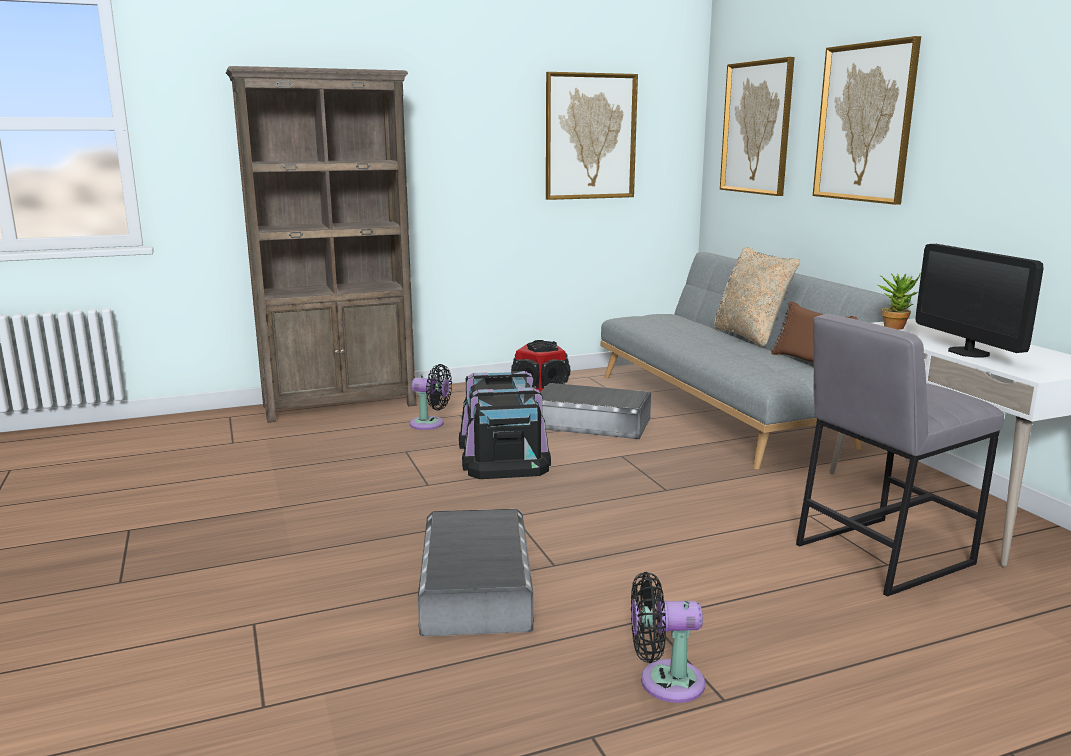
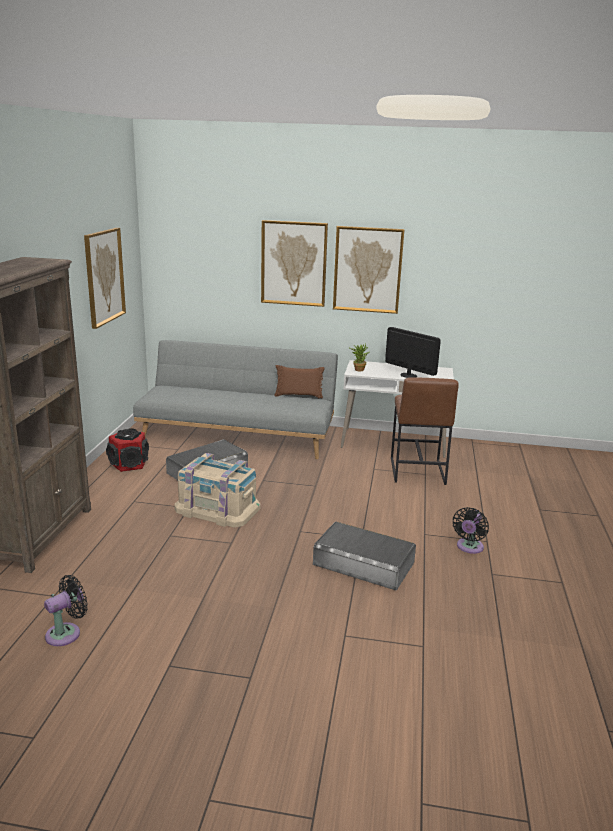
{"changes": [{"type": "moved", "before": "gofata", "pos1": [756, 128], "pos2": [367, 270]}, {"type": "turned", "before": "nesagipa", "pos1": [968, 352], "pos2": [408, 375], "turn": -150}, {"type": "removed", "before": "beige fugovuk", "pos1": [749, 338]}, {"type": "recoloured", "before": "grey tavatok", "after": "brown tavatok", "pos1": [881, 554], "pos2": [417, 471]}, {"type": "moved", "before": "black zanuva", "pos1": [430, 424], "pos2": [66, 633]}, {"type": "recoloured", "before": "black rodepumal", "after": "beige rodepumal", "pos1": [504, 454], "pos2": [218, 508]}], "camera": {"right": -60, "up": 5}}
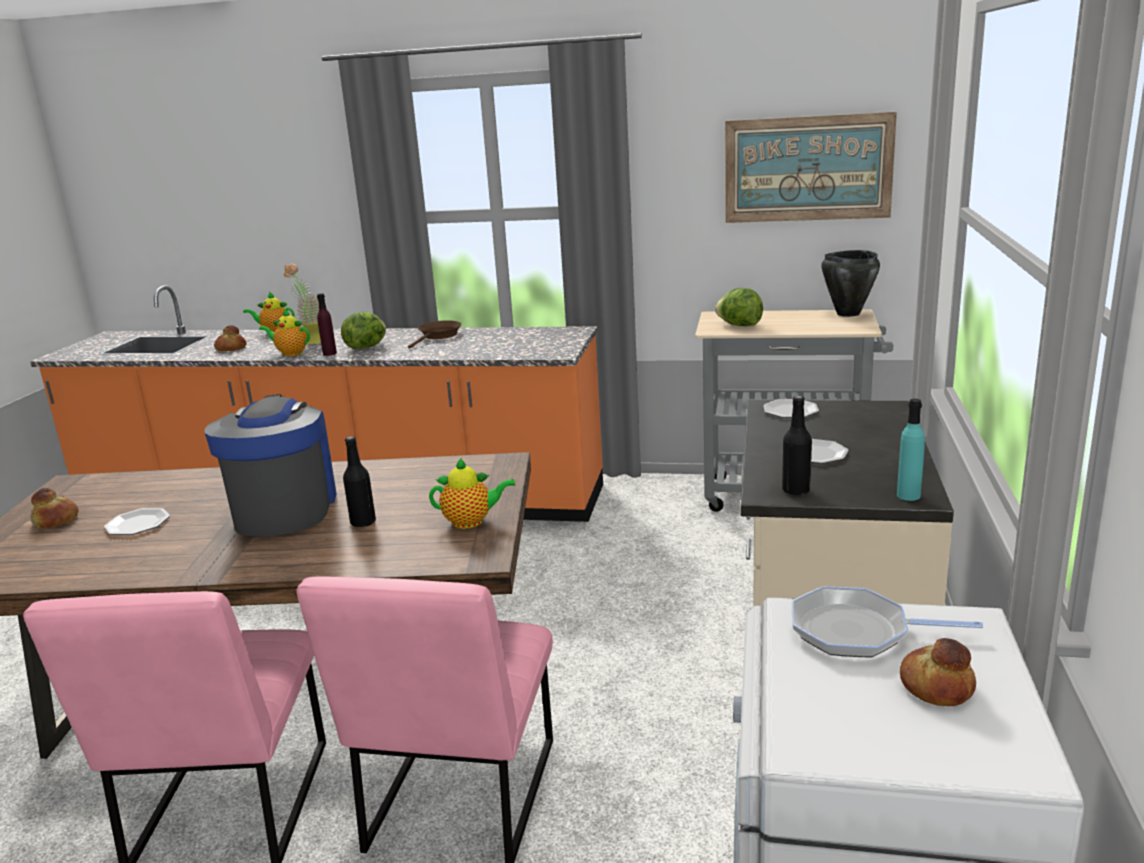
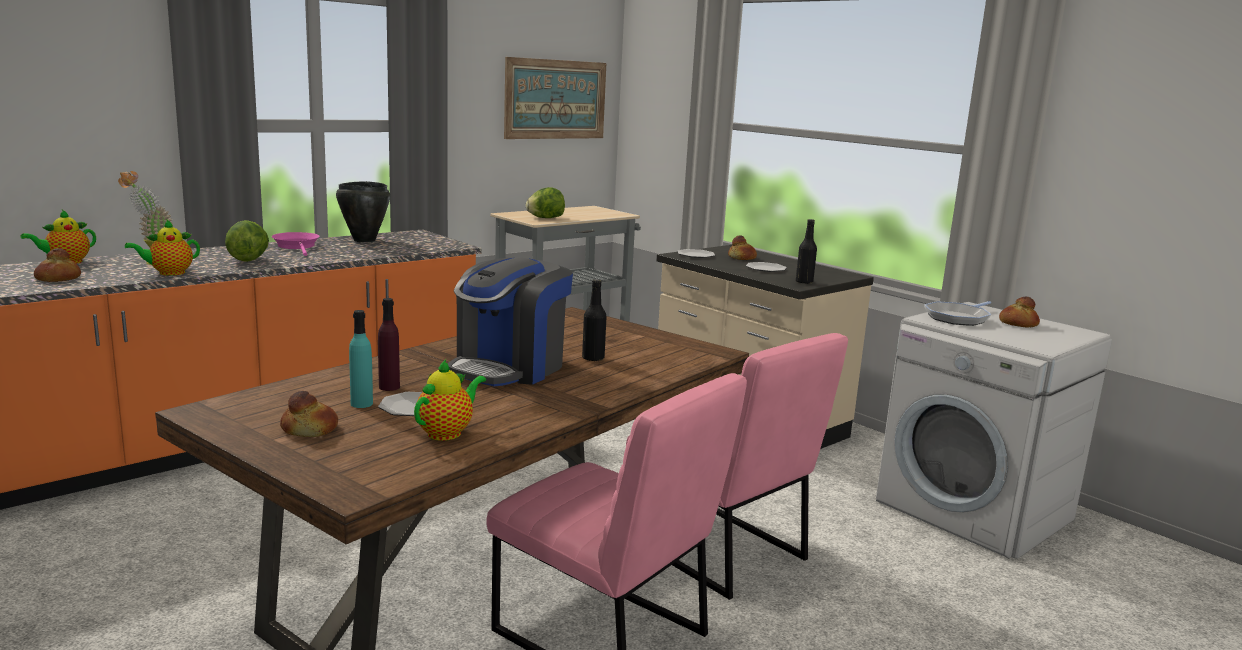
{"changes": [{"type": "moved", "before": "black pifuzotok", "pos1": [847, 314], "pos2": [364, 240]}, {"type": "moved", "before": "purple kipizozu", "pos1": [329, 353], "pos2": [389, 387]}, {"type": "recoloured", "before": "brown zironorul", "after": "pink zironorul", "pos1": [438, 336], "pos2": [297, 246]}, {"type": "turned", "before": "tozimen", "pos1": [284, 509], "pos2": [509, 368], "turn": -90}, {"type": "moved", "before": "turquoise kipizozu", "pos1": [908, 495], "pos2": [361, 404]}, {"type": "moved", "before": "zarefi", "pos1": [471, 522], "pos2": [447, 432]}, {"type": "added", "after": "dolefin", "pos2": [742, 258]}], "camera": {"right": -55, "up": -5}}
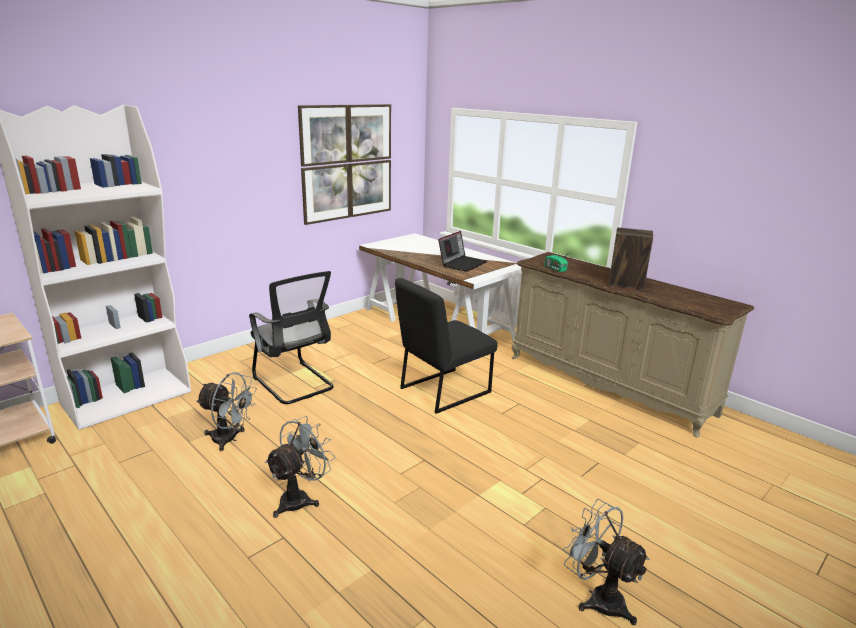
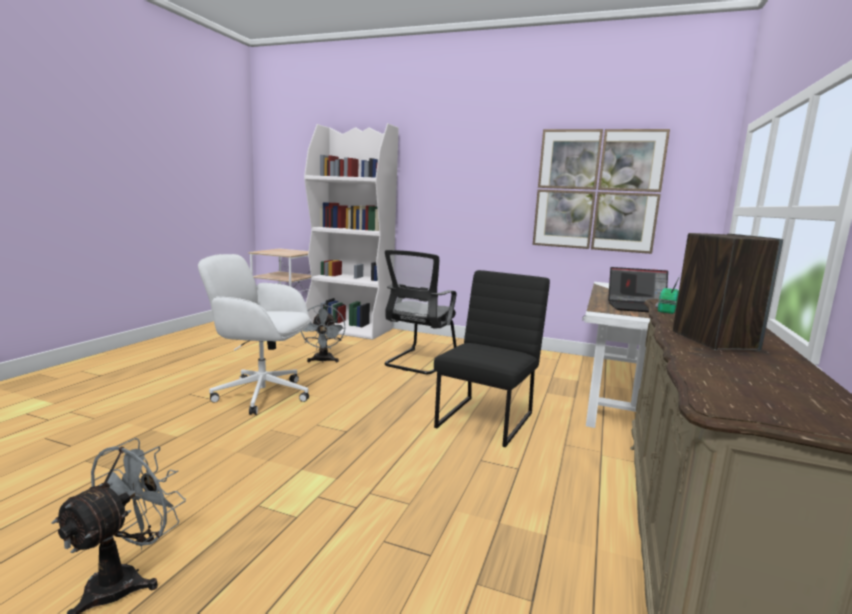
{"changes": [{"type": "turned", "before": "black tavatok", "pos1": [442, 390], "pos2": [487, 419], "turn": 90}, {"type": "replaced", "before": "grey zanuva", "after": "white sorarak", "pos1": [300, 498], "pos2": [261, 395]}], "camera": {"right": 65, "up": -10}}
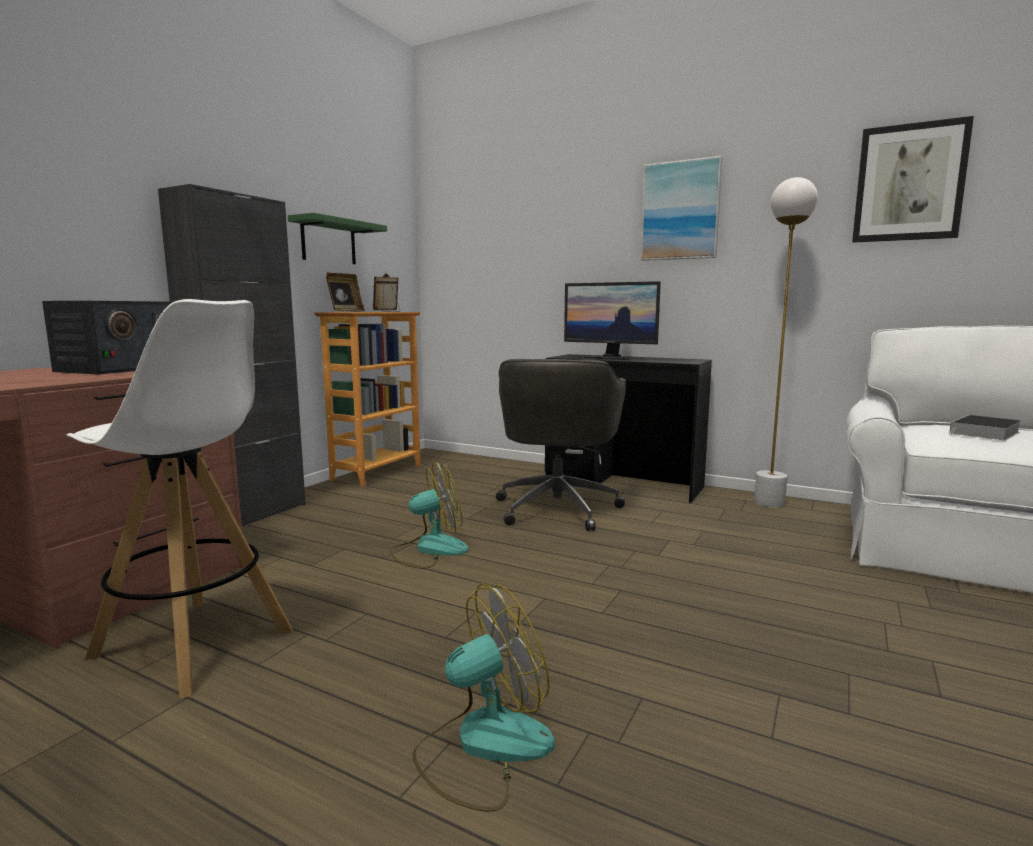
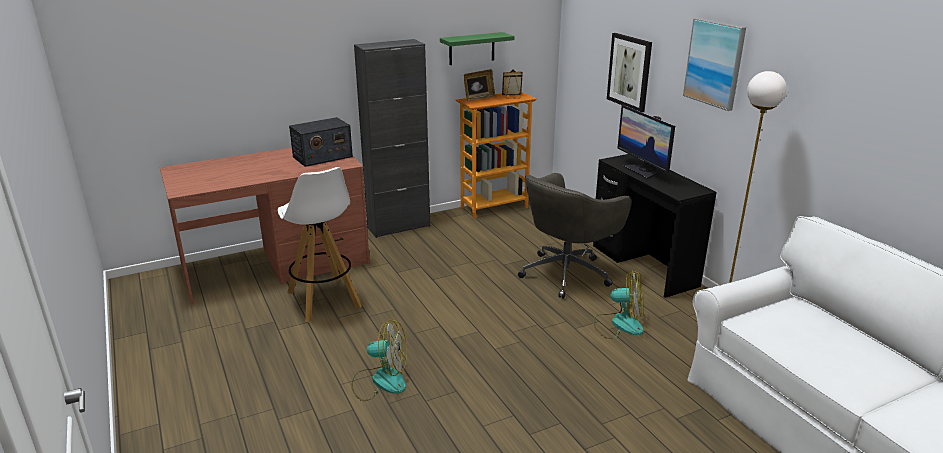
{"changes": [{"type": "moved", "before": "gofata", "pos1": [909, 183], "pos2": [629, 72]}, {"type": "removed", "before": "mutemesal", "pos1": [984, 433]}, {"type": "moved", "before": "zanuva", "pos1": [429, 549], "pos2": [619, 324]}], "camera": {"right": 35, "up": 15}}
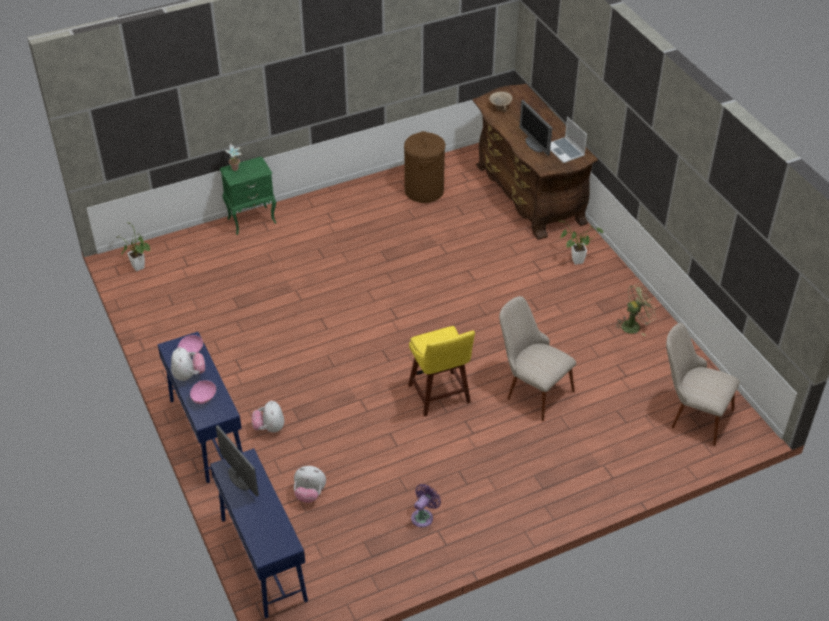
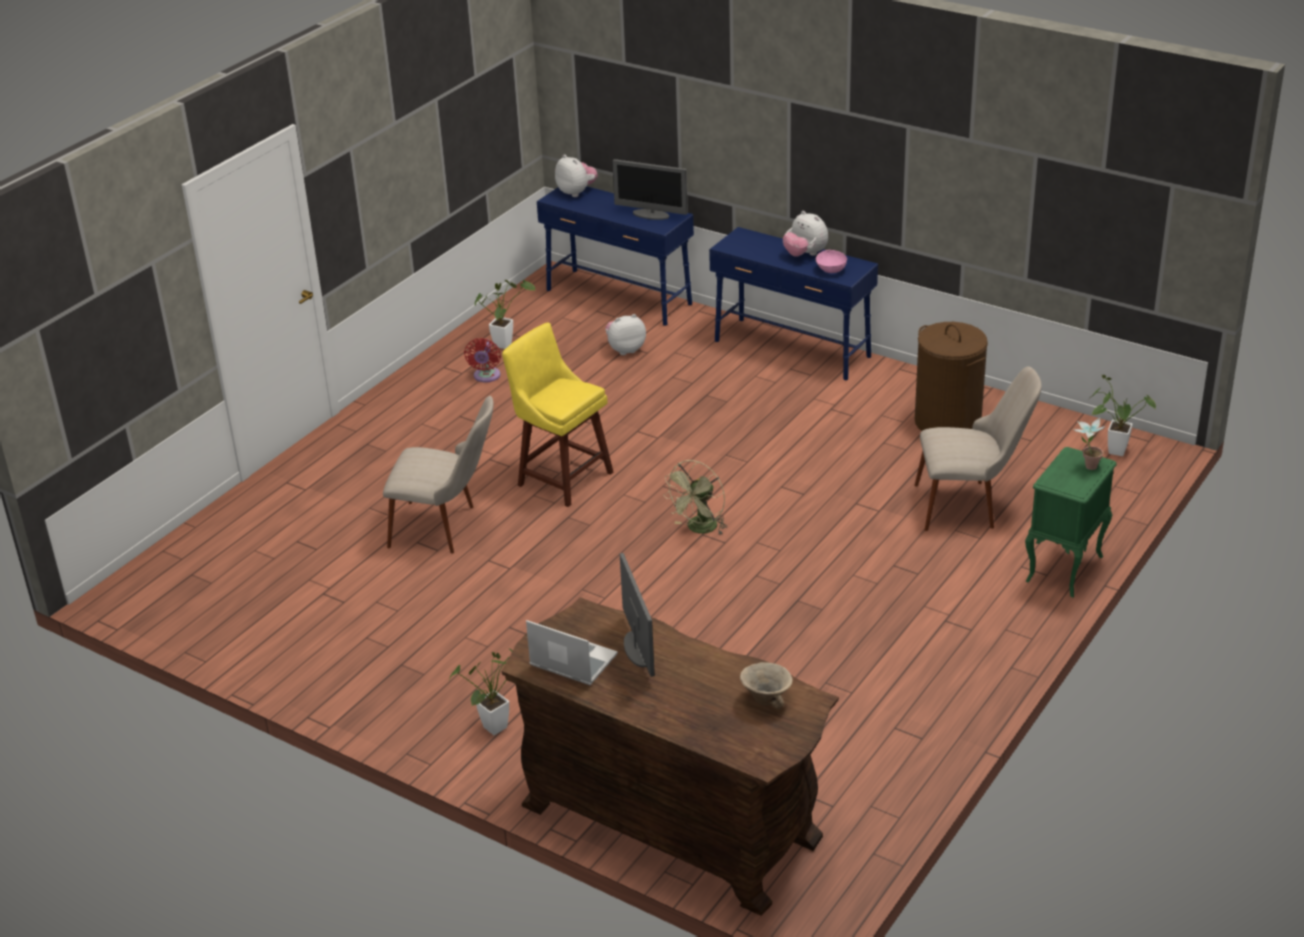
{"changes": [{"type": "turned", "before": "nesagipa", "pos1": [534, 145], "pos2": [637, 649], "turn": 45}, {"type": "moved", "before": "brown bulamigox", "pos1": [424, 191], "pos2": [947, 422]}, {"type": "moved", "before": "green zanuva", "pos1": [634, 325], "pos2": [699, 529]}, {"type": "moved", "before": "beige tavatok", "pos1": [691, 414], "pos2": [971, 505]}, {"type": "removed", "before": "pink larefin", "pos1": [204, 398]}, {"type": "moved", "before": "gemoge", "pos1": [269, 428], "pos2": [576, 192]}, {"type": "recoloured", "before": "purple zanuva", "after": "red zanuva", "pos1": [423, 516], "pos2": [486, 377]}, {"type": "added", "after": "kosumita", "pos2": [505, 343]}], "camera": {"right": 150, "up": -10}}
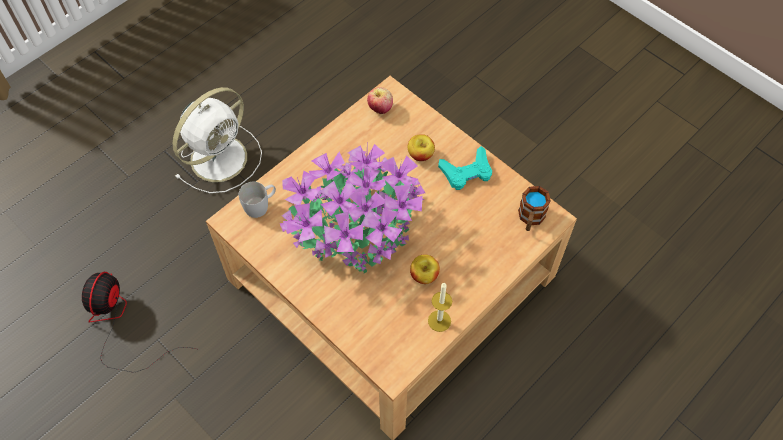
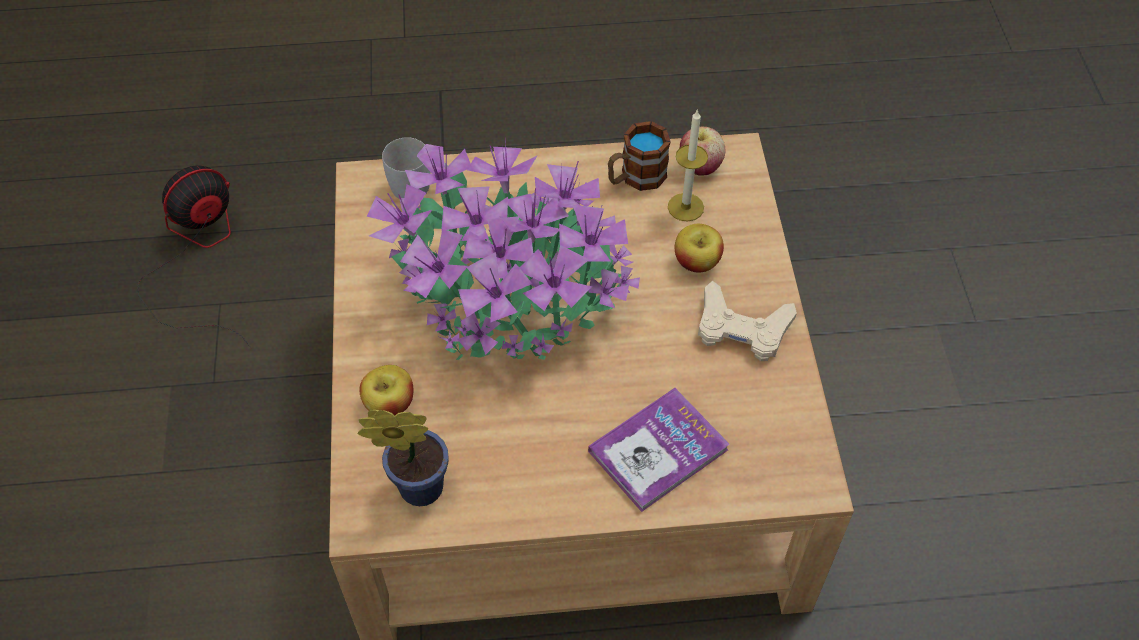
{"changes": [{"type": "removed", "before": "white zanuva", "pos1": [221, 157]}, {"type": "recoloured", "before": "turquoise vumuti", "after": "beige vumuti", "pos1": [466, 172], "pos2": [742, 329]}, {"type": "moved", "before": "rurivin", "pos1": [530, 219], "pos2": [635, 178]}, {"type": "moved", "before": "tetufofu", "pos1": [424, 275], "pos2": [390, 404]}, {"type": "moved", "before": "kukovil", "pos1": [439, 321], "pos2": [685, 207]}, {"type": "added", "after": "mutemesal", "pos2": [658, 450]}, {"type": "added", "after": "kosumita", "pos2": [415, 487]}], "camera": {"right": 40, "up": -5}}
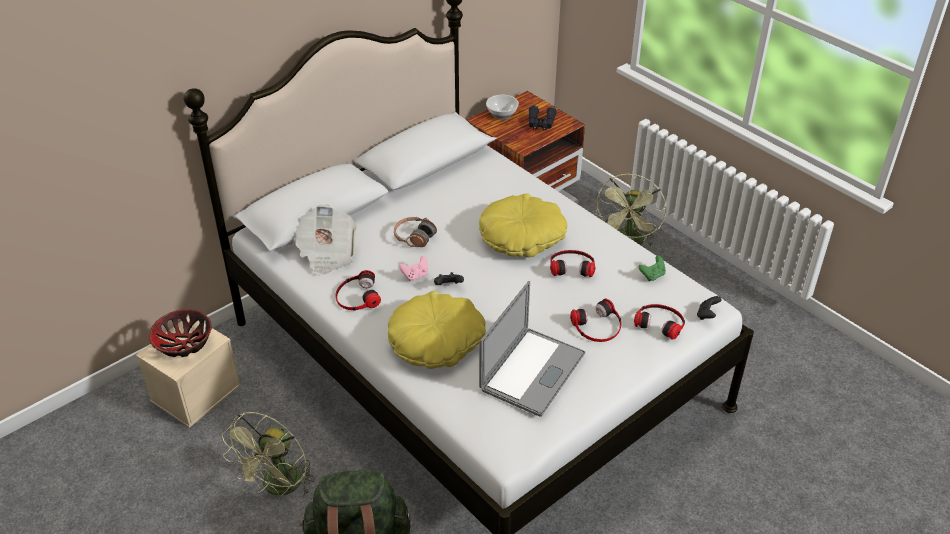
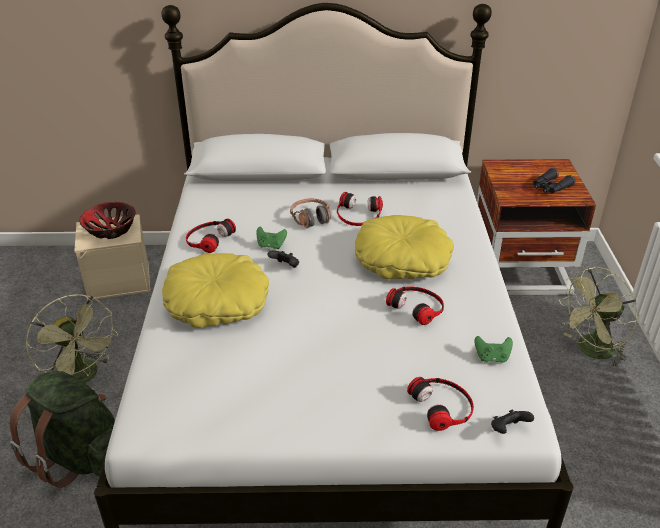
{"changes": [{"type": "removed", "before": "larefin", "pos1": [502, 114]}, {"type": "removed", "before": "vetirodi", "pos1": [327, 254]}, {"type": "recoloured", "before": "pink vumuti", "after": "green vumuti", "pos1": [415, 275], "pos2": [271, 246]}, {"type": "removed", "before": "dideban", "pos1": [532, 371]}, {"type": "moved", "before": "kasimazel", "pos1": [597, 326], "pos2": [358, 215]}, {"type": "turned", "before": "green zanuva", "pos1": [278, 488], "pos2": [84, 377], "turn": -105}], "camera": {"right": 40, "up": -5}}
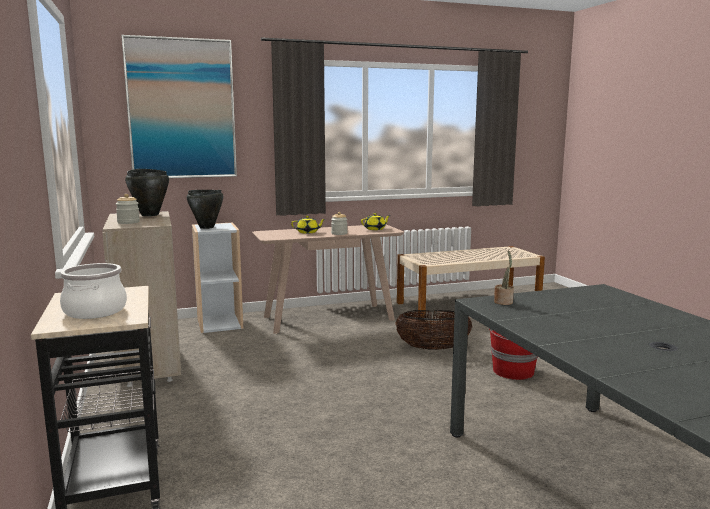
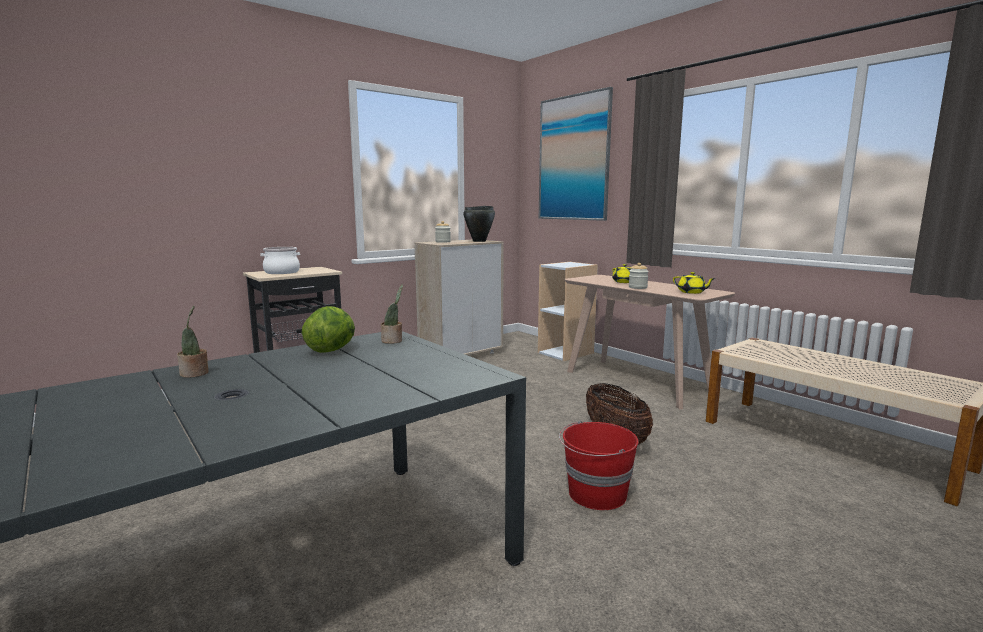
{"changes": [{"type": "removed", "before": "black pifuzotok", "pos1": [207, 227]}, {"type": "added", "after": "kosumita", "pos2": [195, 374]}, {"type": "added", "after": "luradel", "pos2": [332, 350]}], "camera": {"right": 70, "up": 0}}
